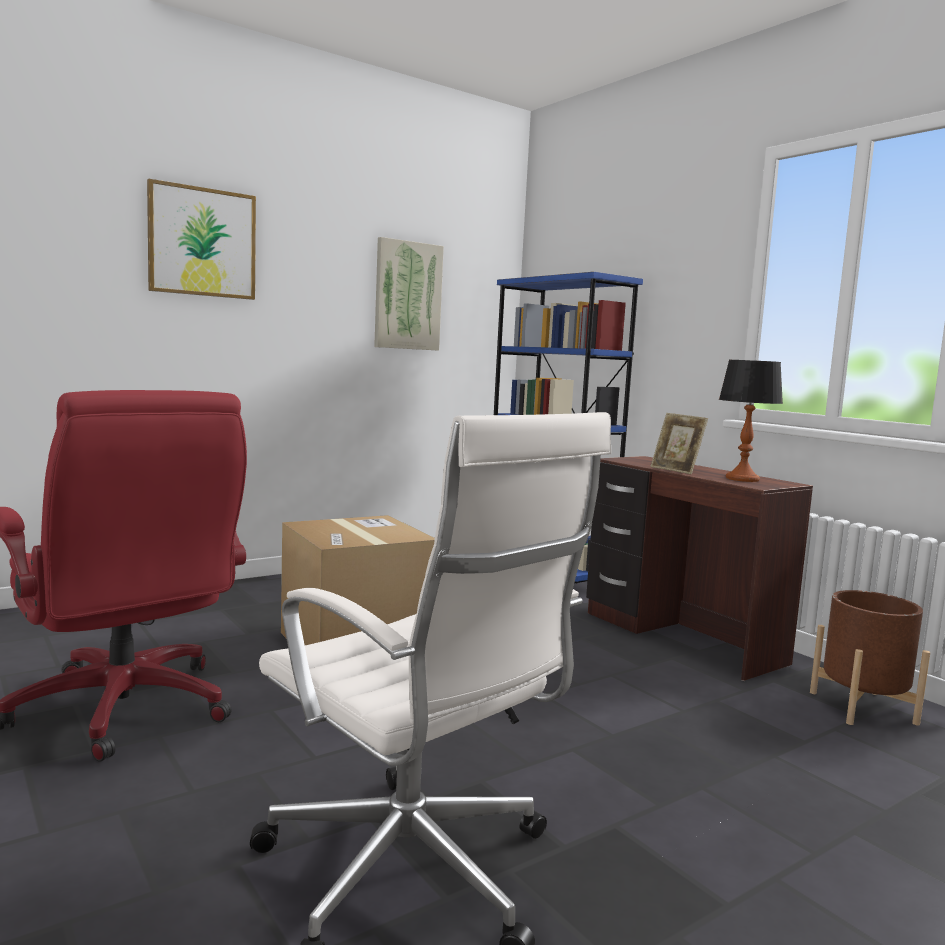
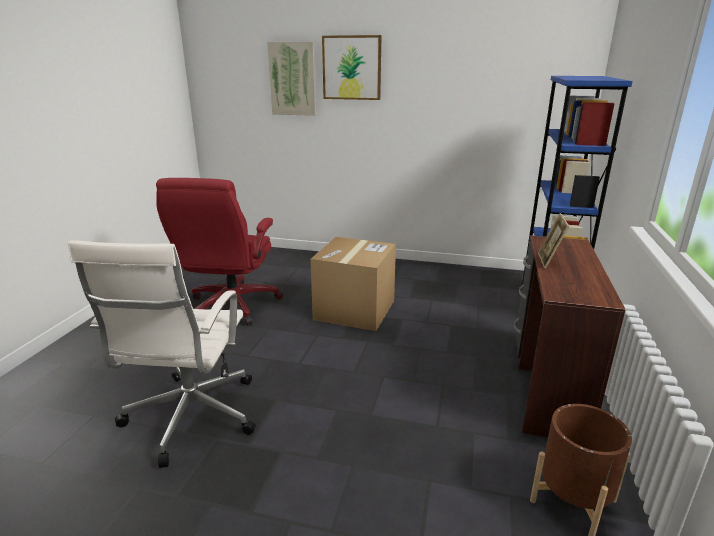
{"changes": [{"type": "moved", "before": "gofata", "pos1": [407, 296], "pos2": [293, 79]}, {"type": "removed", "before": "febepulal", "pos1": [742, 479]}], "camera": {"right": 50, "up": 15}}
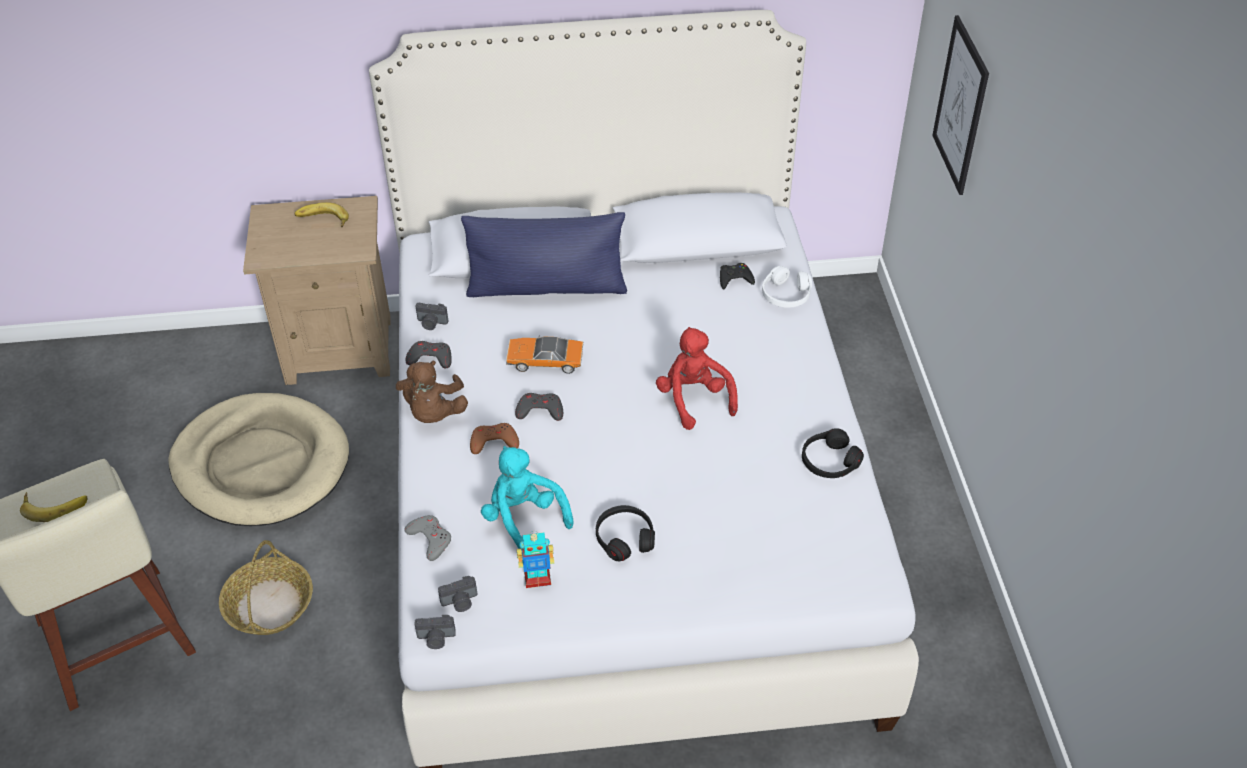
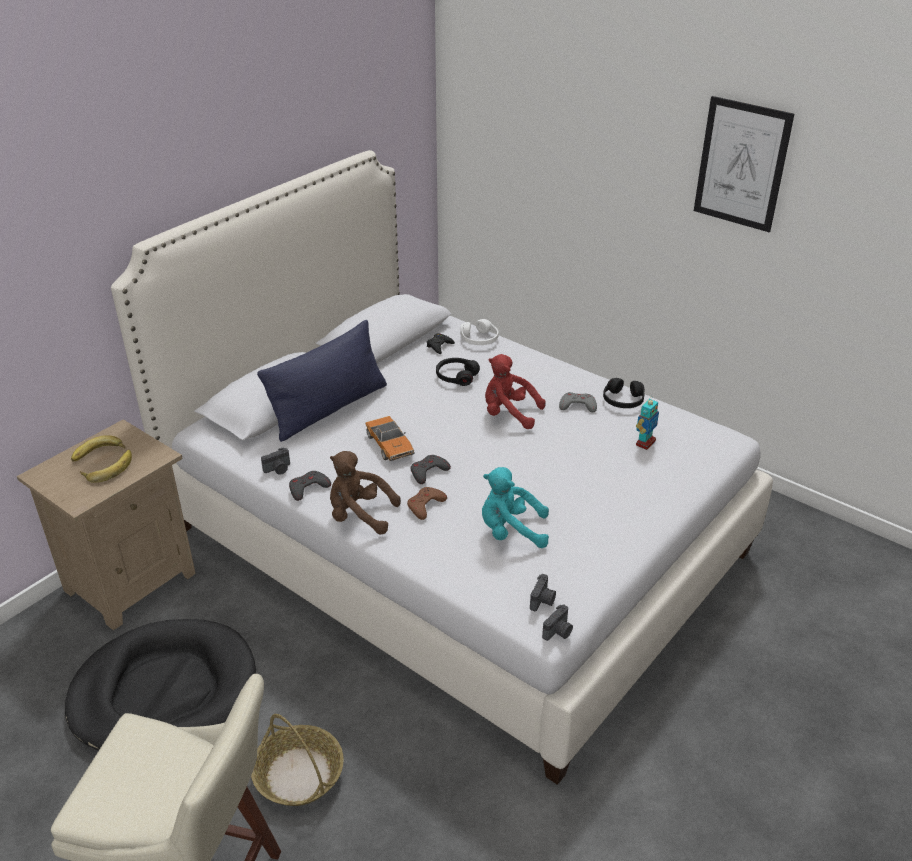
{"changes": [{"type": "moved", "before": "gofata", "pos1": [960, 106], "pos2": [741, 164]}, {"type": "turned", "before": "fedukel", "pos1": [545, 360], "pos2": [390, 445], "turn": -75}, {"type": "turned", "before": "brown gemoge", "pos1": [434, 413], "pos2": [359, 515], "turn": 150}, {"type": "recoloured", "before": "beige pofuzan", "after": "black pofuzan", "pos1": [261, 464], "pos2": [164, 692]}, {"type": "moved", "before": "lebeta", "pos1": [55, 505], "pos2": [108, 468]}, {"type": "moved", "before": "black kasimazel", "pos1": [624, 538], "pos2": [456, 376]}, {"type": "moved", "before": "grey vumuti", "pos1": [430, 539], "pos2": [577, 405]}, {"type": "moved", "before": "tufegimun", "pos1": [537, 579], "pos2": [645, 443]}], "camera": {"right": -45, "up": -10}}
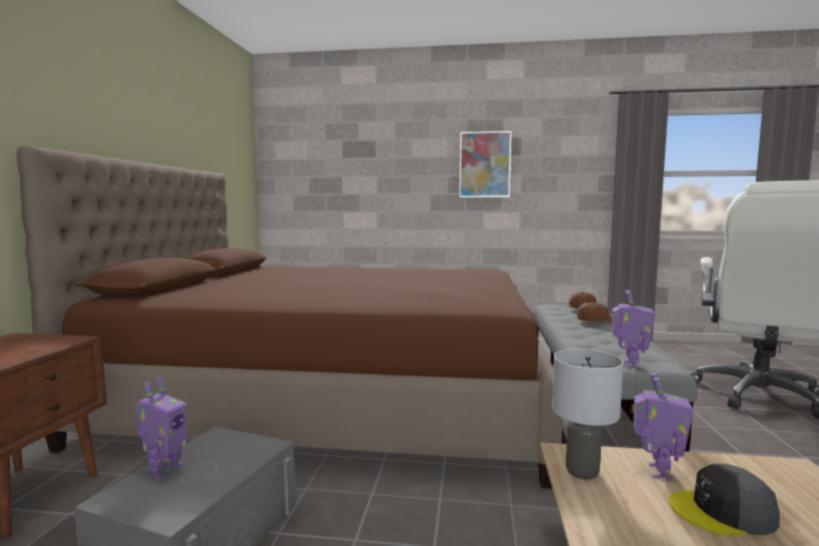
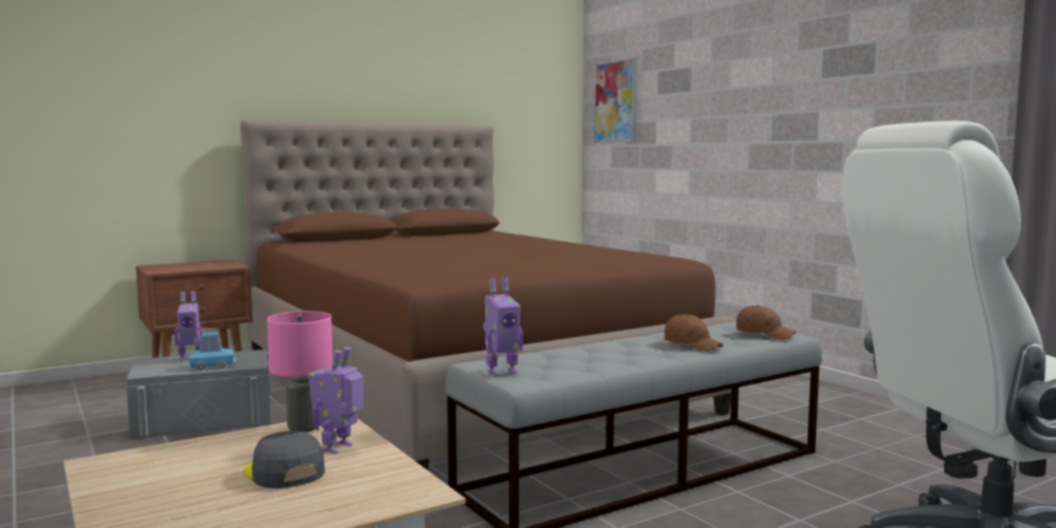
{"changes": [{"type": "moved", "before": "gofata", "pos1": [484, 164], "pos2": [615, 101]}, {"type": "recoloured", "before": "white febepulal", "after": "pink febepulal", "pos1": [580, 472], "pos2": [303, 428]}, {"type": "turned", "before": "tufegimun", "pos1": [657, 471], "pos2": [338, 448], "turn": 135}, {"type": "added", "after": "blue fedukel", "pos2": [213, 366]}], "camera": {"right": 50, "up": 0}}
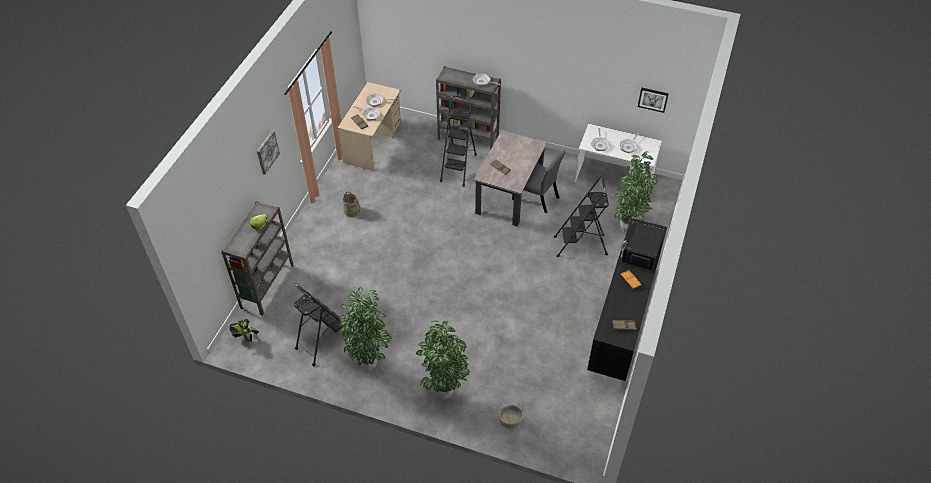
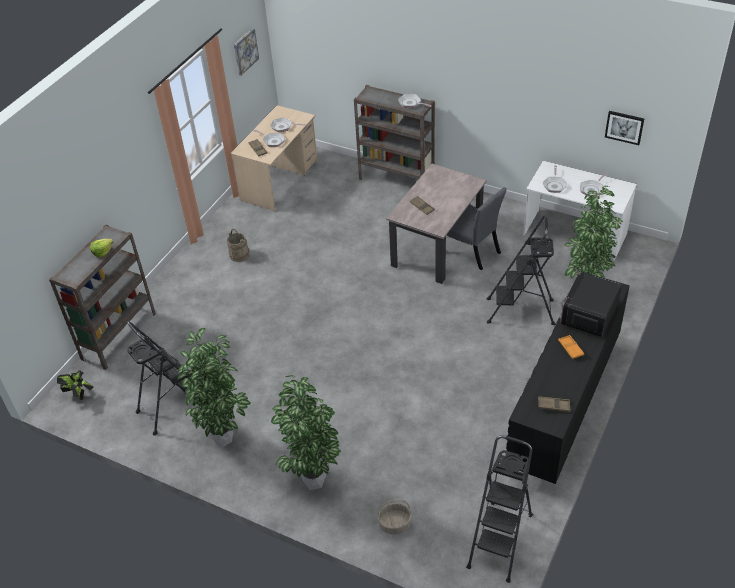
{"changes": [{"type": "moved", "before": "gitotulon", "pos1": [458, 167], "pos2": [500, 539]}, {"type": "moved", "before": "gofata", "pos1": [267, 152], "pos2": [245, 51]}], "camera": {"right": 10, "up": -5}}
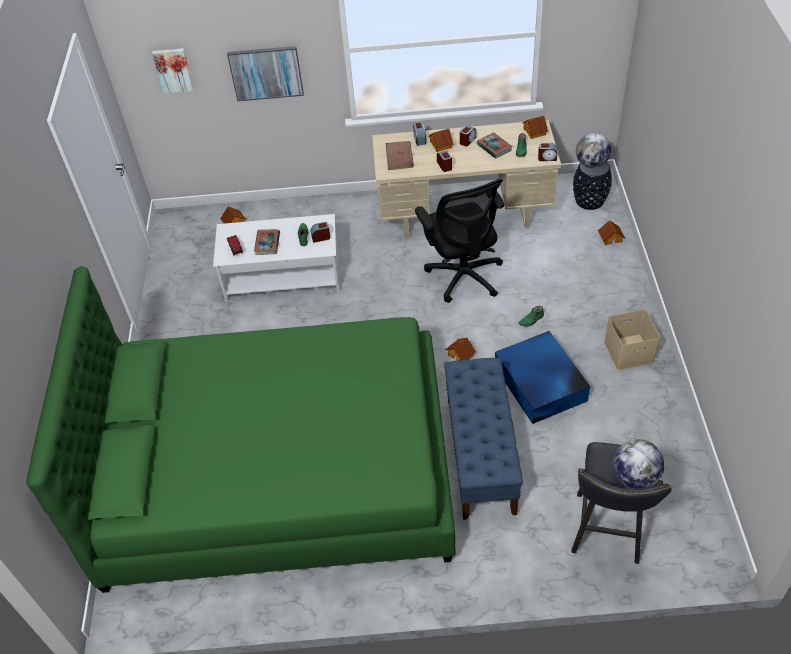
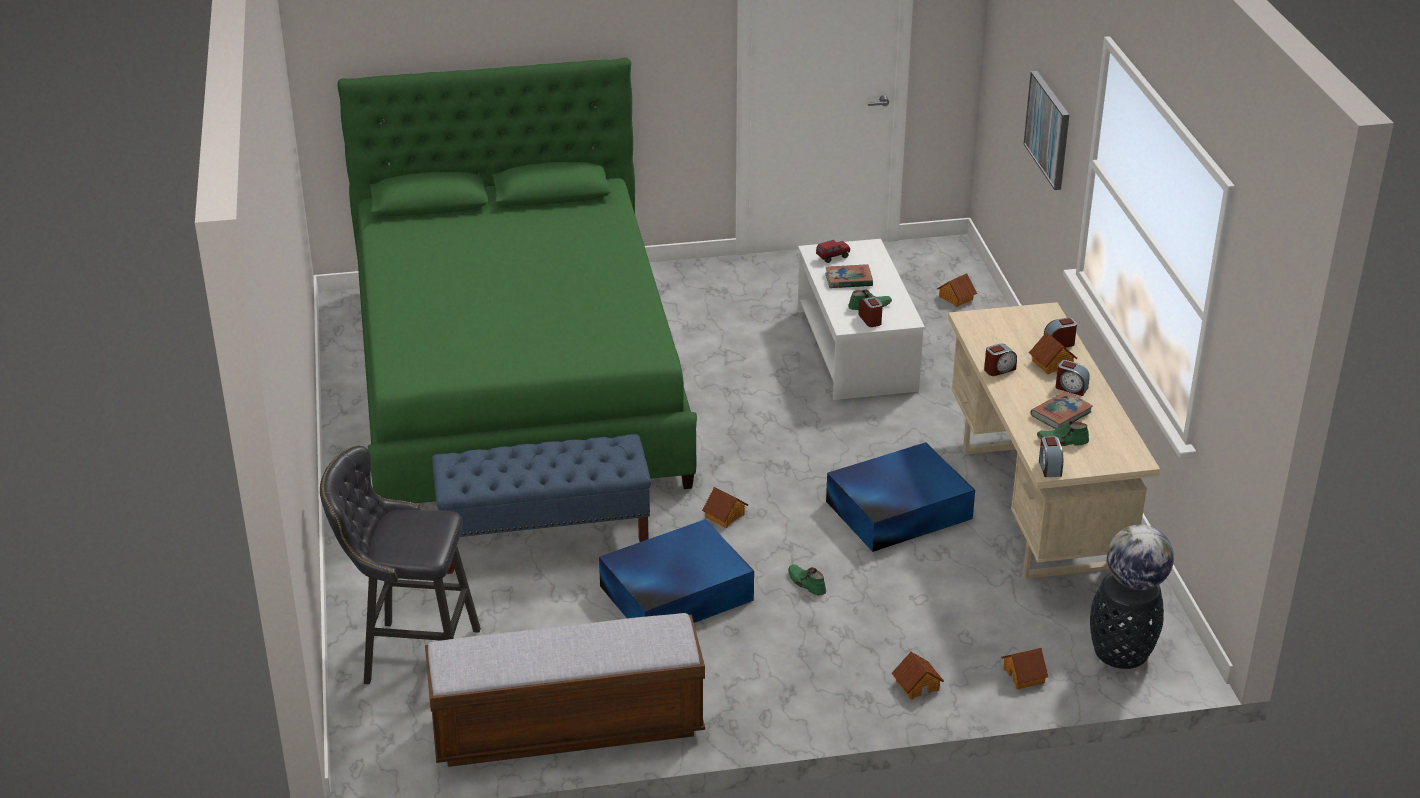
{"changes": [{"type": "removed", "before": "gofata", "pos1": [173, 70]}, {"type": "moved", "before": "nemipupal", "pos1": [534, 132], "pos2": [917, 685]}, {"type": "removed", "before": "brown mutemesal", "pos1": [399, 157]}, {"type": "replaced", "before": "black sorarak", "after": "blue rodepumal", "pos1": [461, 273], "pos2": [896, 510]}, {"type": "removed", "before": "beige rodepumal", "pos1": [628, 353]}, {"type": "removed", "before": "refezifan", "pos1": [634, 477]}, {"type": "added", "after": "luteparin", "pos2": [567, 727]}], "camera": {"right": 80, "up": -15}}
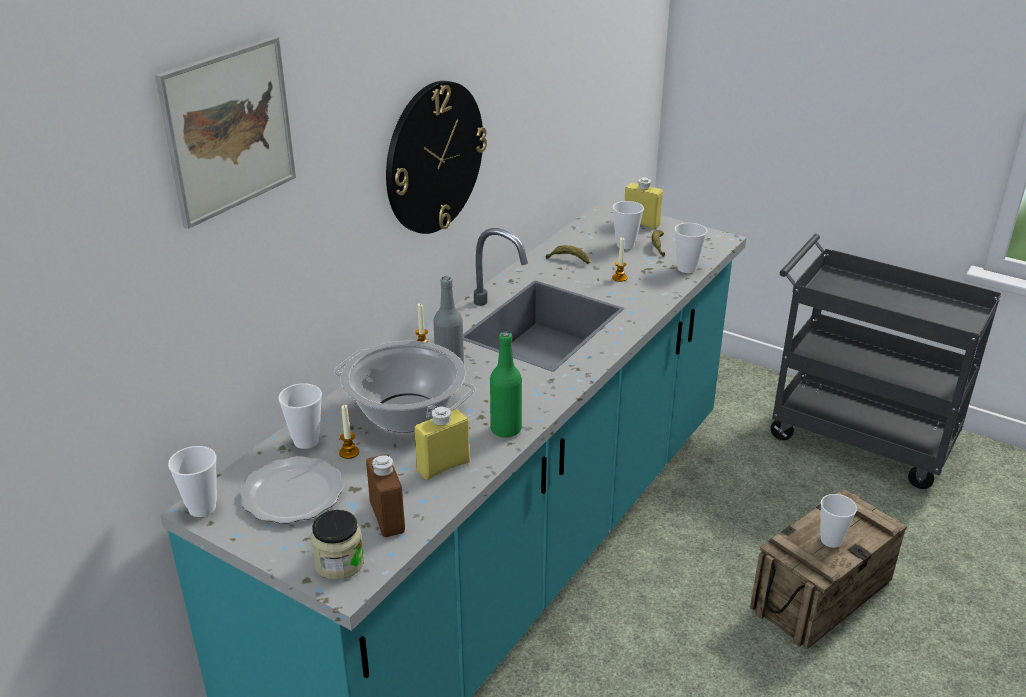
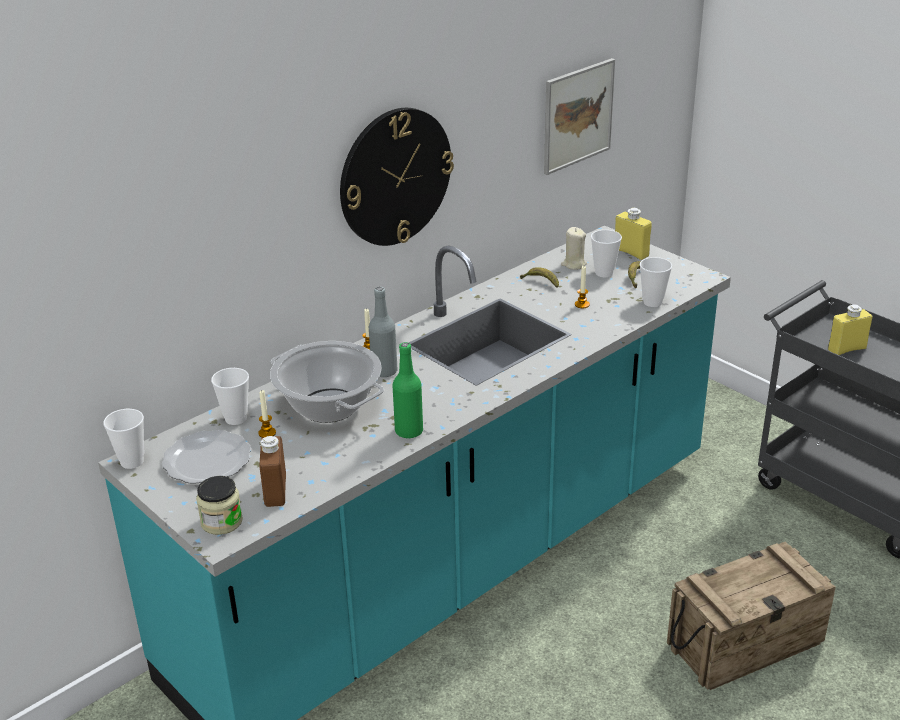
{"changes": [{"type": "moved", "before": "gofata", "pos1": [229, 130], "pos2": [577, 115]}, {"type": "moved", "before": "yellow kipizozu", "pos1": [443, 466], "pos2": [847, 349]}, {"type": "removed", "before": "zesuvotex", "pos1": [831, 540]}, {"type": "added", "after": "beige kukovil", "pos2": [573, 264]}], "camera": {"right": 15, "up": 0}}
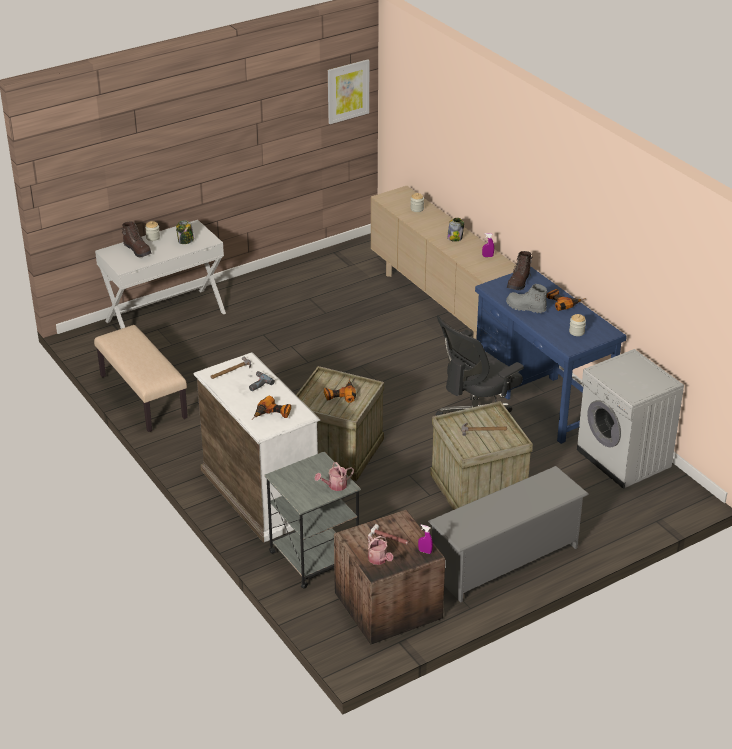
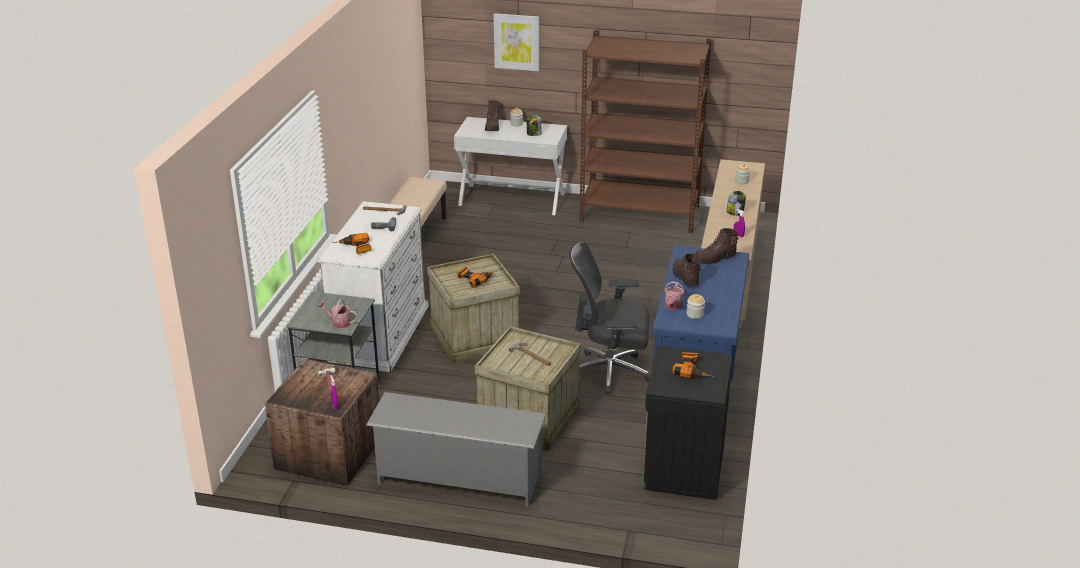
{"changes": [{"type": "moved", "before": "gofata", "pos1": [348, 91], "pos2": [516, 42]}, {"type": "recoloured", "before": "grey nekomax", "after": "brown nekomax", "pos1": [525, 308], "pos2": [685, 278]}, {"type": "moved", "before": "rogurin", "pos1": [563, 302], "pos2": [692, 370]}, {"type": "recoloured", "before": "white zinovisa", "after": "black zinovisa", "pos1": [622, 459], "pos2": [682, 468]}, {"type": "moved", "before": "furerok", "pos1": [379, 560], "pos2": [672, 306]}, {"type": "added", "after": "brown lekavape", "pos2": [640, 214]}], "camera": {"right": 45, "up": -5}}
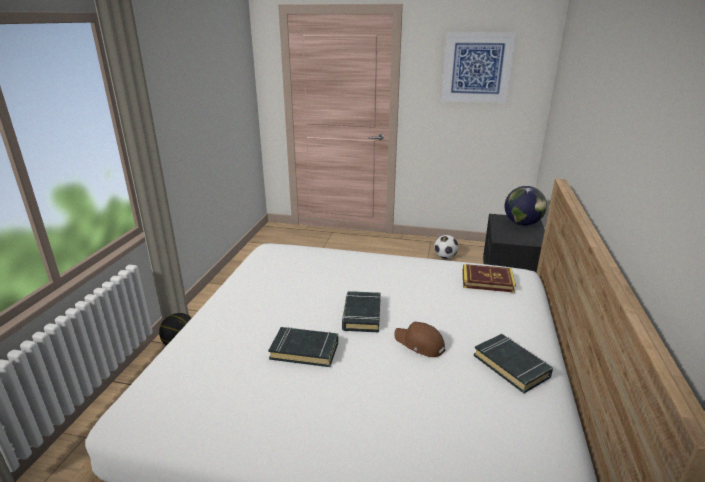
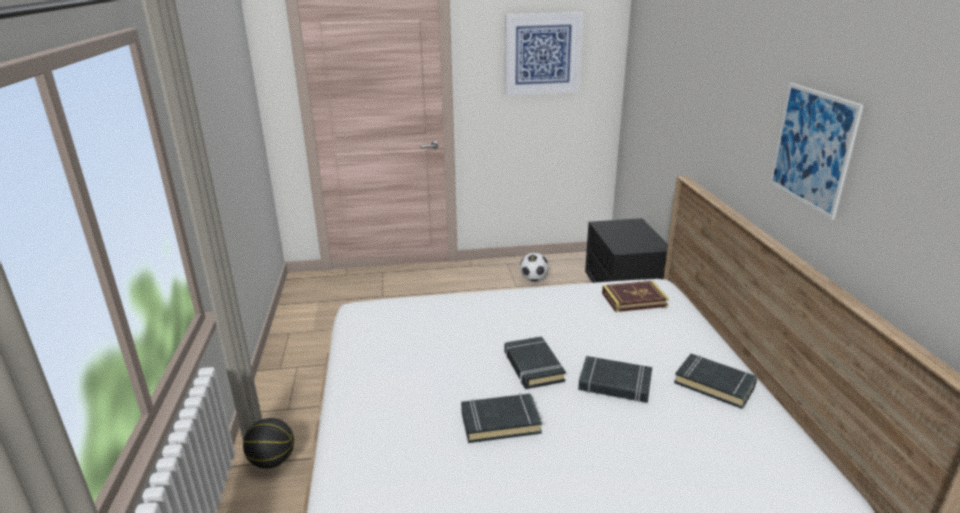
{"changes": [{"type": "removed", "before": "refezifan", "pos1": [522, 224]}, {"type": "replaced", "before": "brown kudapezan", "after": "black mutemesal", "pos1": [419, 344], "pos2": [614, 384]}, {"type": "added", "after": "gofata", "pos2": [812, 148]}], "camera": {"right": -20, "up": 0}}
